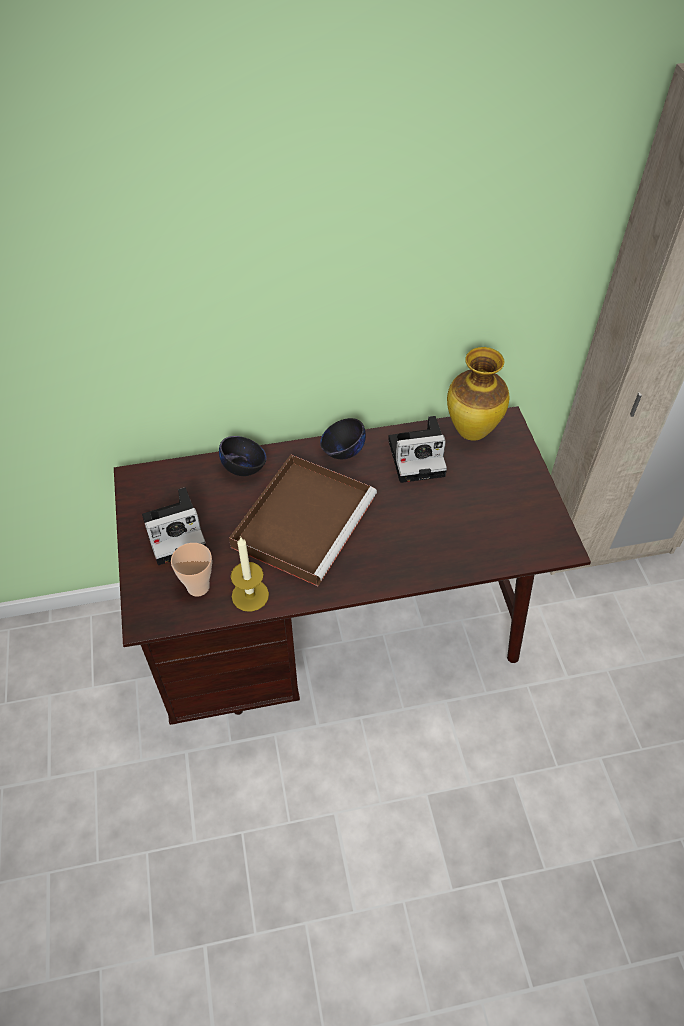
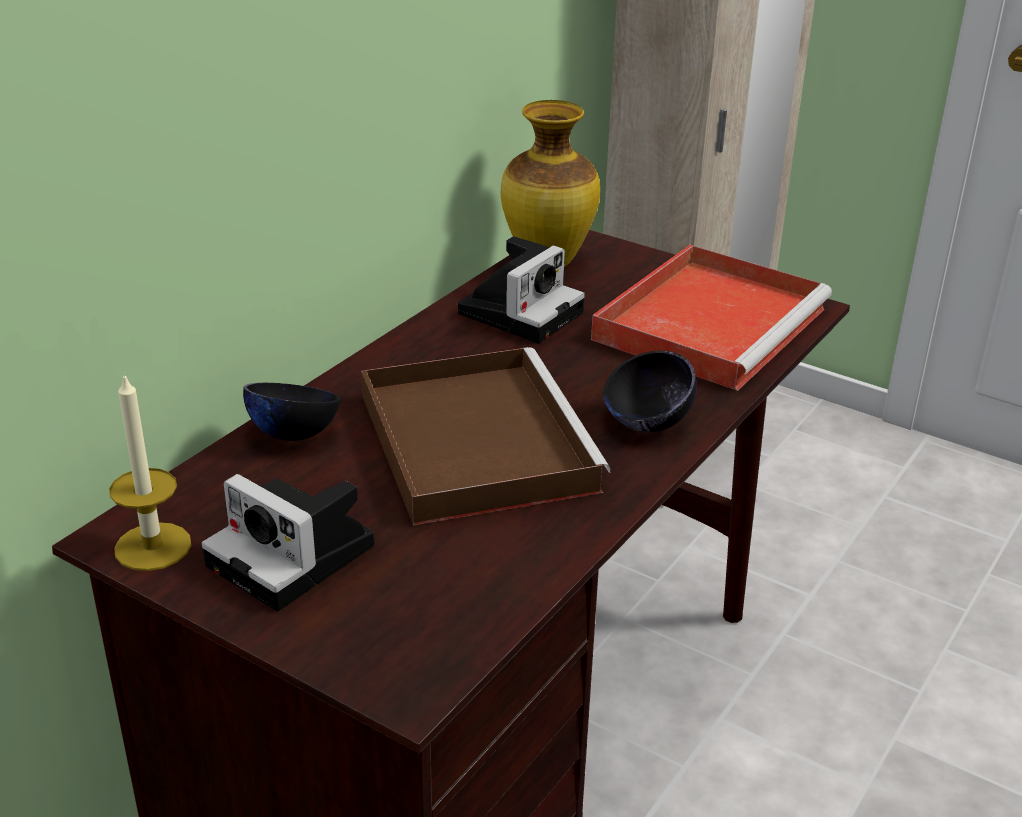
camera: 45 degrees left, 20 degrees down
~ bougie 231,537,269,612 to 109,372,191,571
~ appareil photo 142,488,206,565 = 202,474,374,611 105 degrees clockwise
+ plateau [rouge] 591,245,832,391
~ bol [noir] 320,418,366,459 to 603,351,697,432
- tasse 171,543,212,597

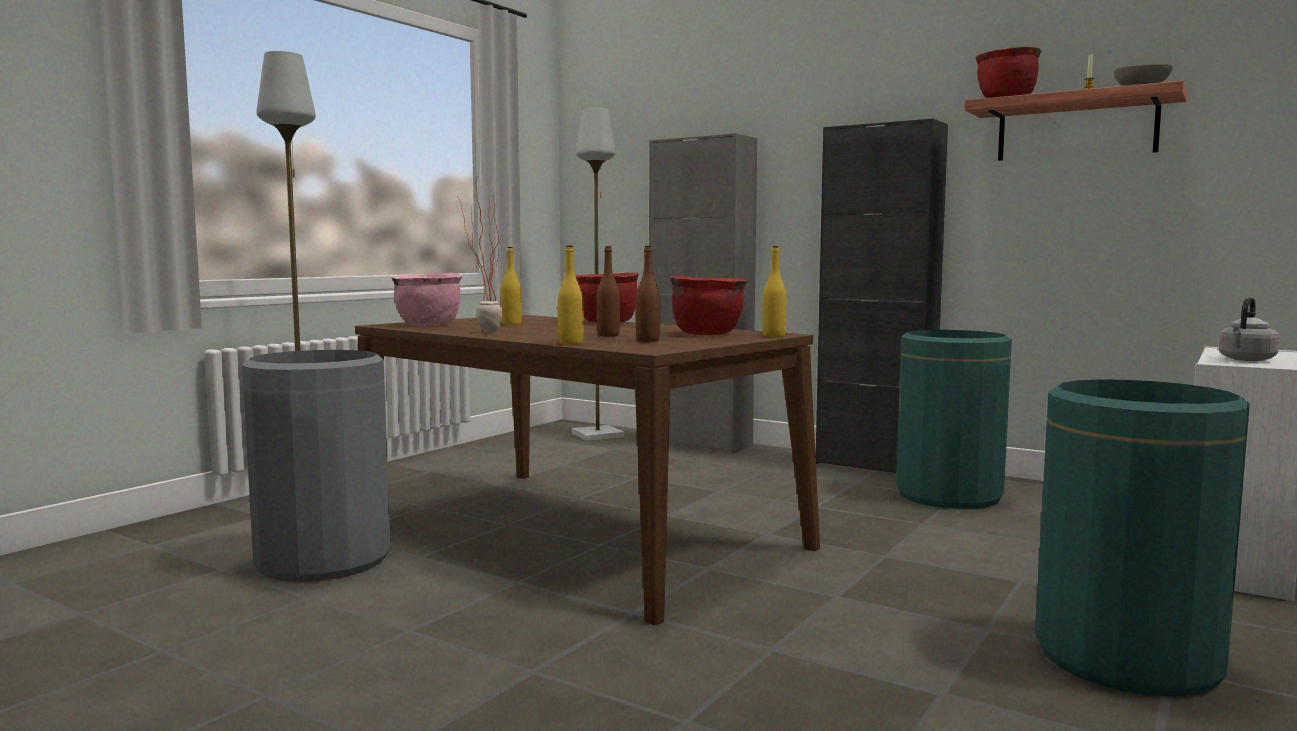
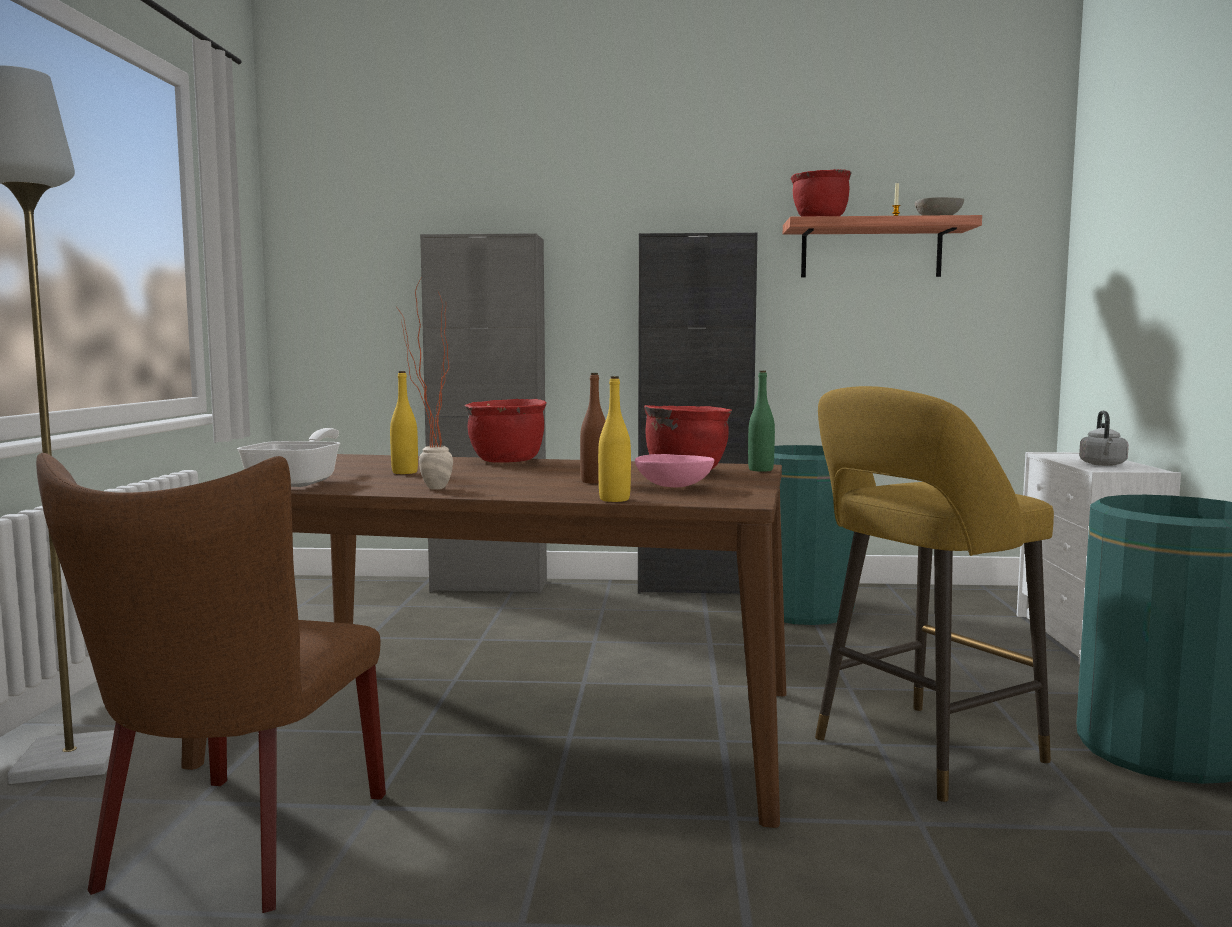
camera: 30 degrees left, 0 degrees up
~ poubelle [gris] 242,350,390,582 to chaise [marron] 36,453,386,913
~ marmite [rose] 391,273,462,326 to poêle 237,428,340,487
~ bouteille [marron] 636,246,661,342 to bol [rose] 635,454,715,487
~ bouteille [jaune] 762,246,786,337 to bouteille [vert] 748,371,775,472
+ tabouret [jaune] 815,386,1054,802
- lampadaire [gris] 572,108,624,441

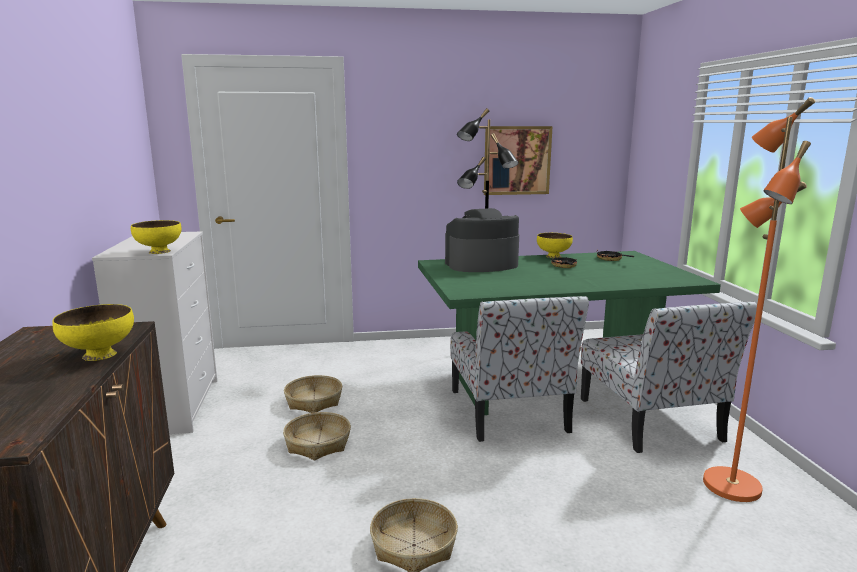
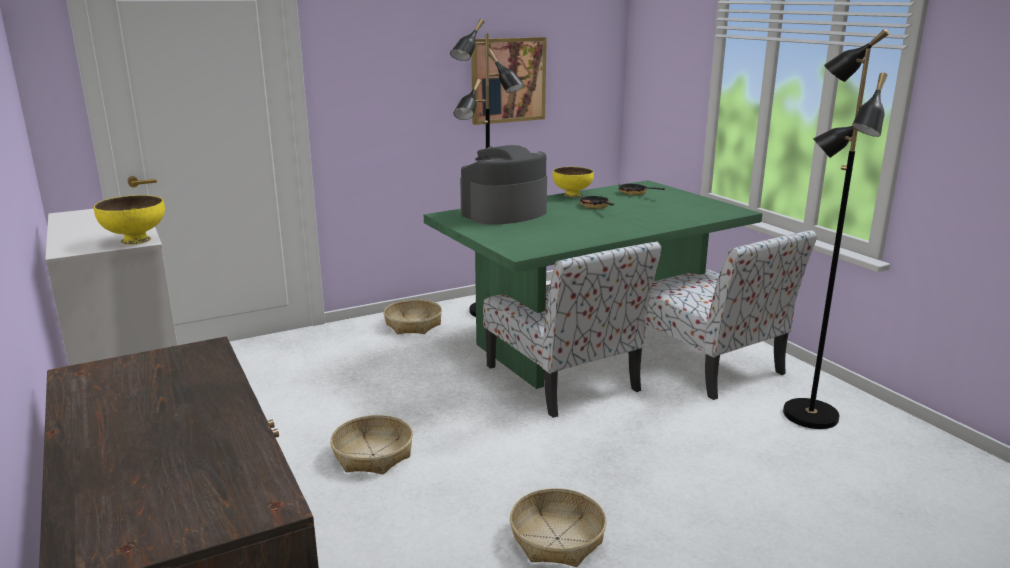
camera: 20 degrees left, 5 degrees up
~ panier 284,375,342,413 to 383,299,442,334
~ lampadaire [orange] 703,97,816,502 to lampadaire [noir] 783,29,889,429
- bol [jaune] 53,304,134,361

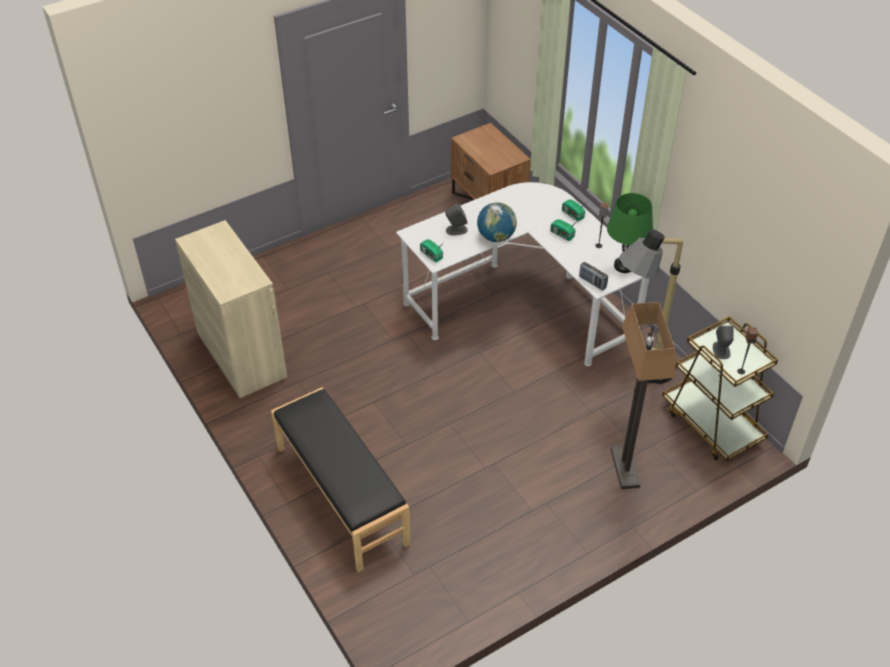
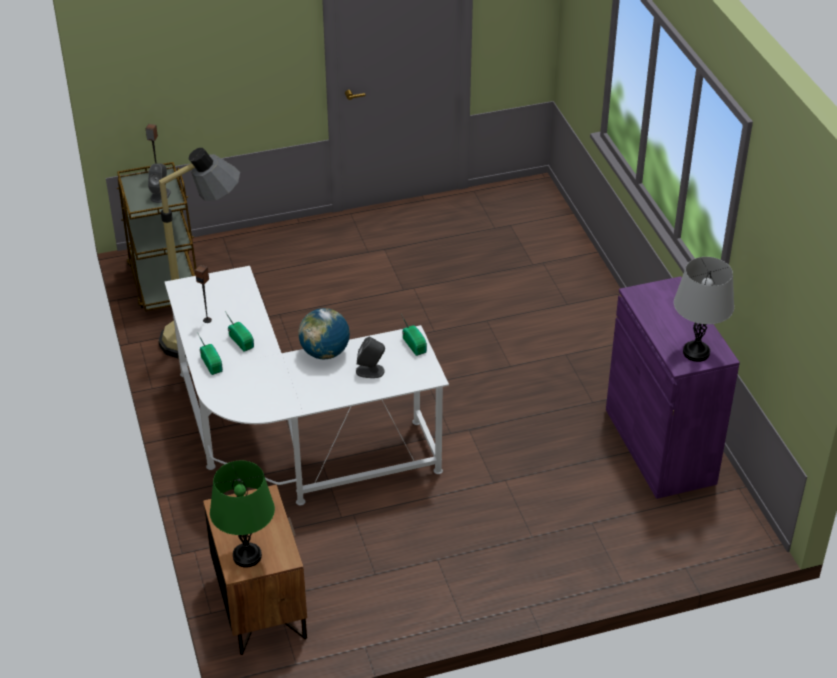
camera: 165 degrees left, 5 degrees down
~ lampe de table [vert] 607,193,653,273 to 210,461,275,568
~ meuble de rangement [beige] 175,220,287,398 to meuble de rangement [violet] 606,276,740,499
+ lampe de table [gris] 674,257,734,362
- banc [noir] 271,387,411,572
- radio 579,262,608,291
- lampadaire 611,302,675,489

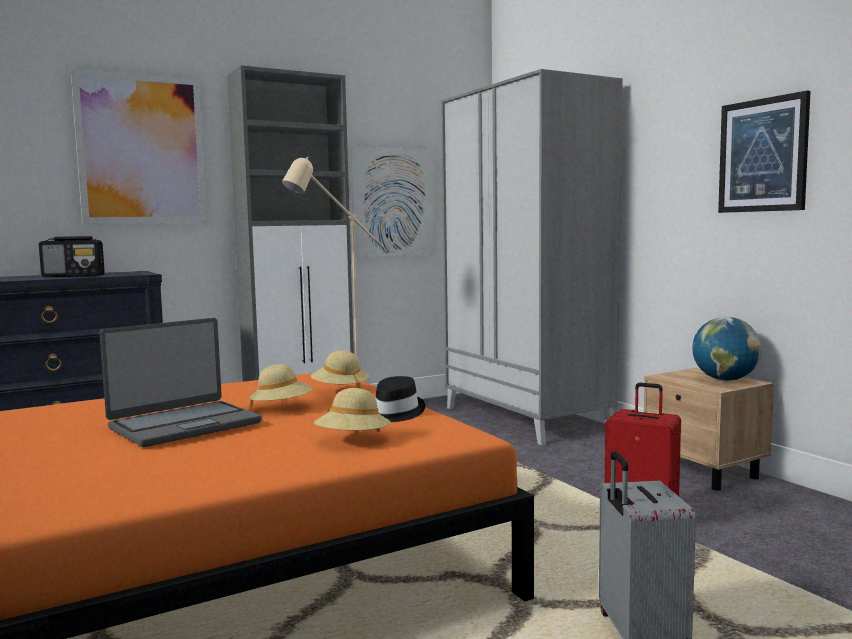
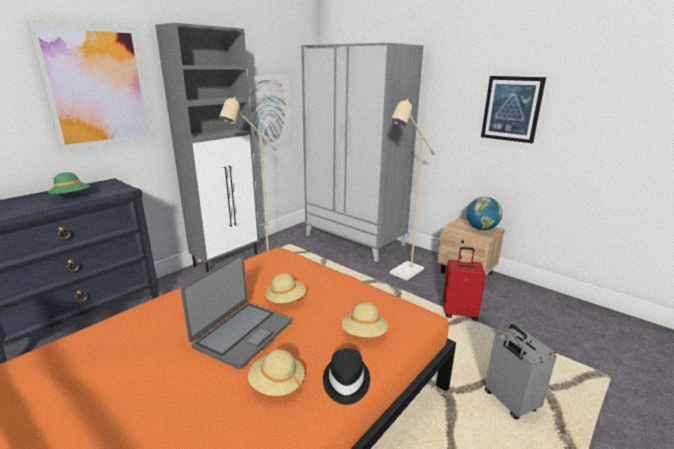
camera: 20 degrees left, 15 degrees up
~ radio 39,236,105,277 to chapeau [vert] 48,172,90,194
~ chapeau [beige] 311,351,370,389 to 248,349,305,396
~ chapeau [noir] 375,376,425,422 to 323,348,370,405
+ lampadaire [beige] 390,99,435,280

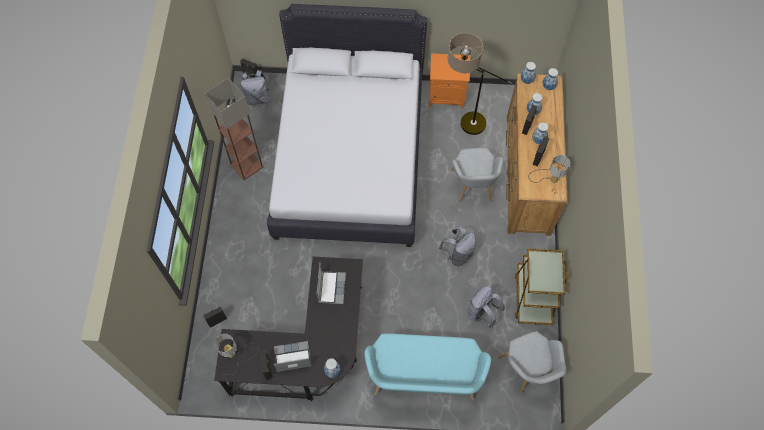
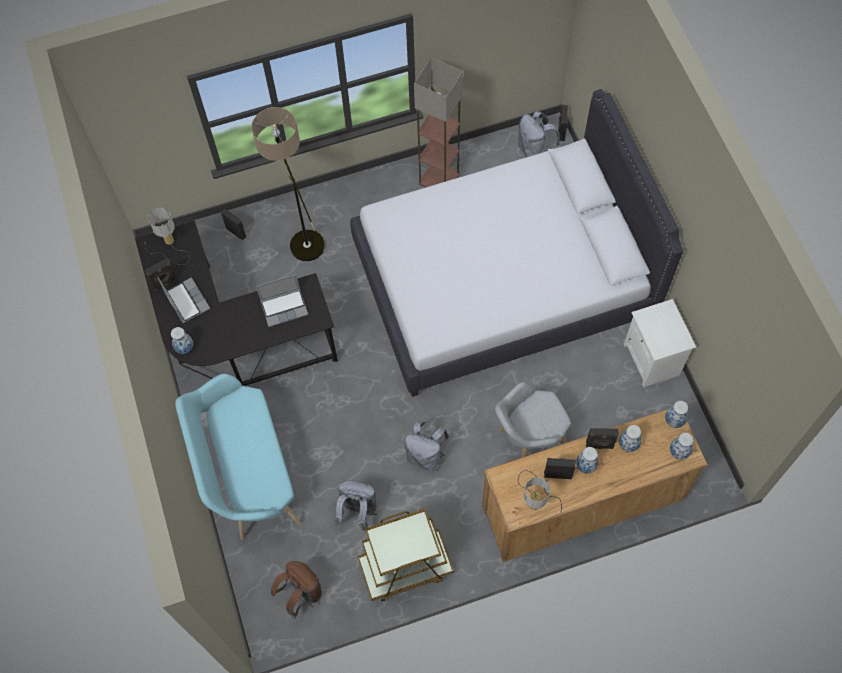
camera: 70 degrees right, 0 degrees up
~ lampadaire 447,33,513,135 to 251,107,325,261
~ fauteuil [gris] 498,331,566,394 to sac à dos [marron] 271,561,322,619
~ table de chevet [orange] 429,53,470,108 to table de chevet [blanc] 624,299,696,387

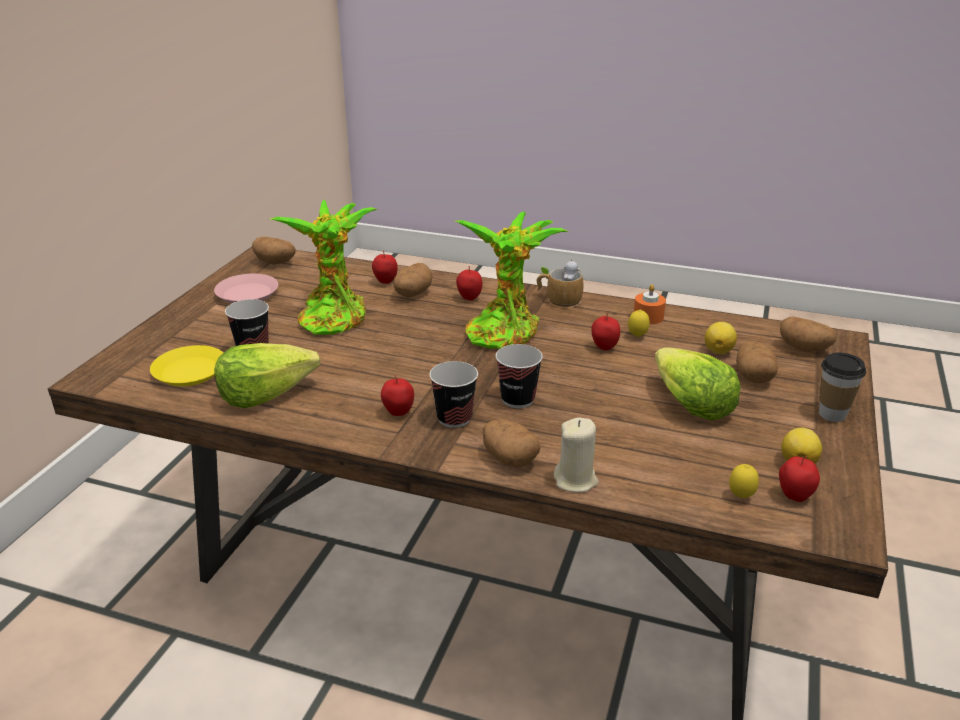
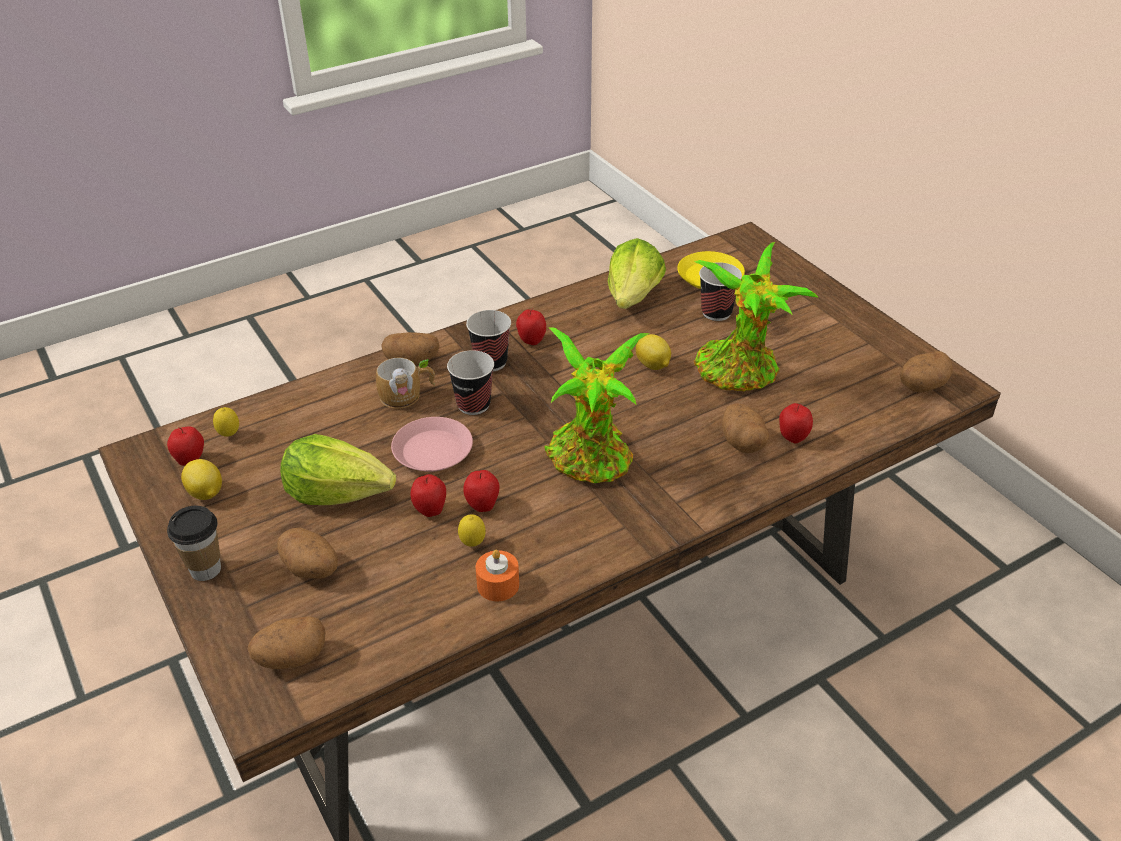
camera: 130 degrees right, 10 degrees up
~ mug 537,259,583,308 to 376,358,435,409
~ assiette [rose] 214,274,278,304 to 391,417,473,472
~ pomme 456,266,482,301 to 411,474,446,517
~ citron 705,322,737,354 to 636,334,671,370
- bougie [beige] 554,418,599,493

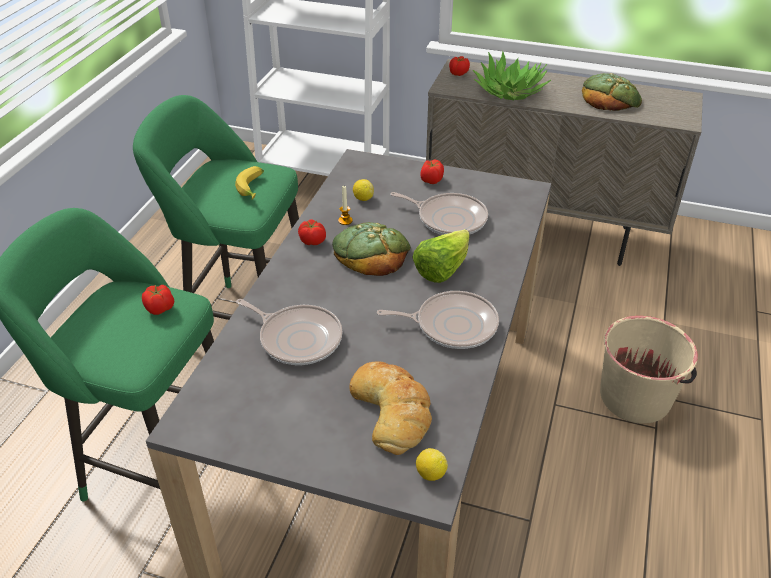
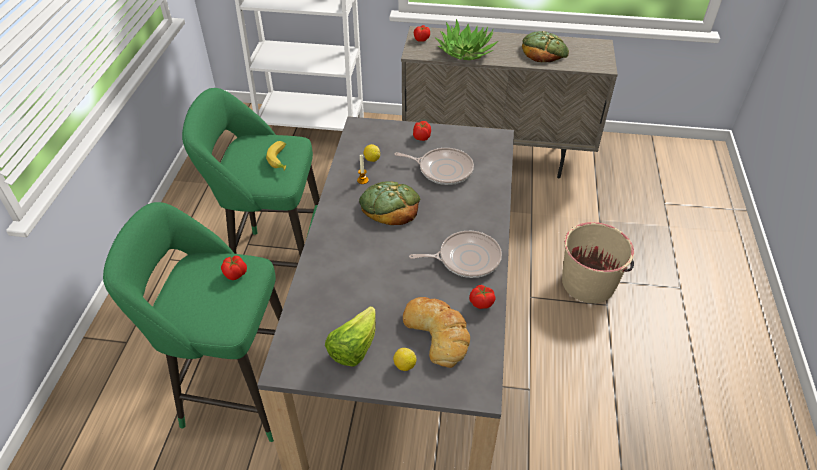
camera: 10 degrees left, 5 degrees up
~ laitue 412,229,469,283 to 325,306,376,367
~ citron 416,448,448,481 to 393,348,417,371
~ tomate 298,220,326,245 to 469,285,495,309
- poêle 236,299,343,365

